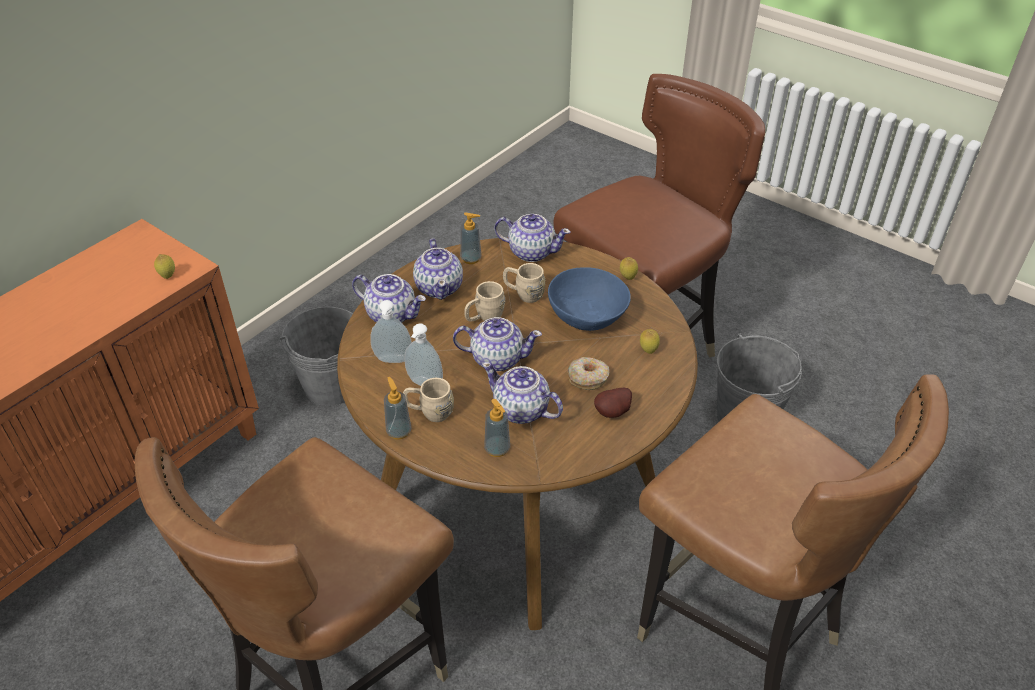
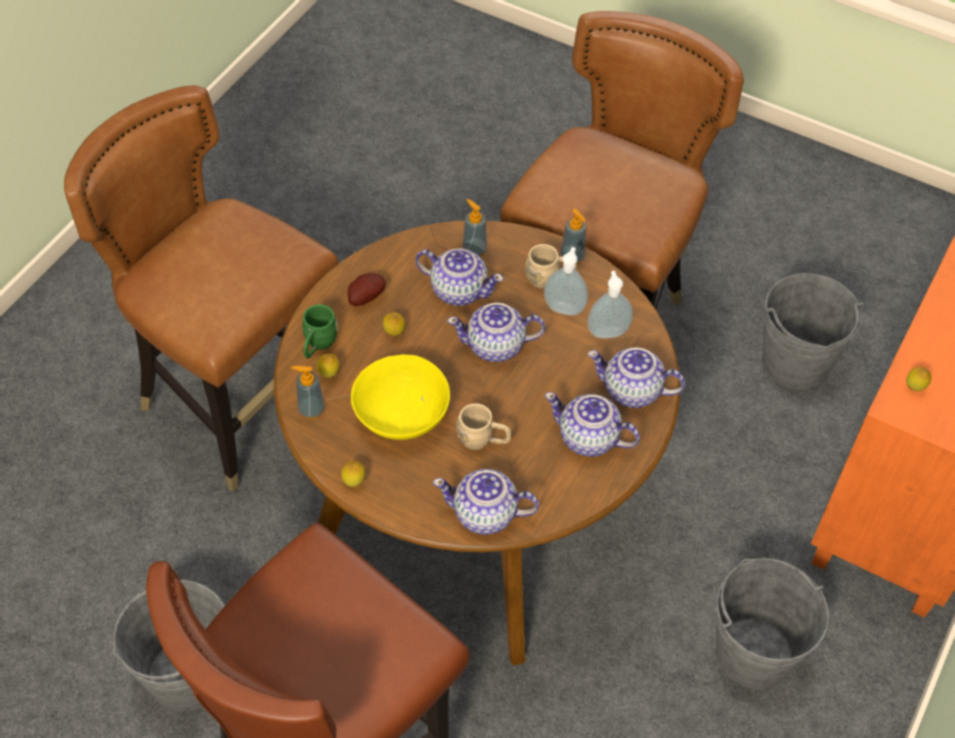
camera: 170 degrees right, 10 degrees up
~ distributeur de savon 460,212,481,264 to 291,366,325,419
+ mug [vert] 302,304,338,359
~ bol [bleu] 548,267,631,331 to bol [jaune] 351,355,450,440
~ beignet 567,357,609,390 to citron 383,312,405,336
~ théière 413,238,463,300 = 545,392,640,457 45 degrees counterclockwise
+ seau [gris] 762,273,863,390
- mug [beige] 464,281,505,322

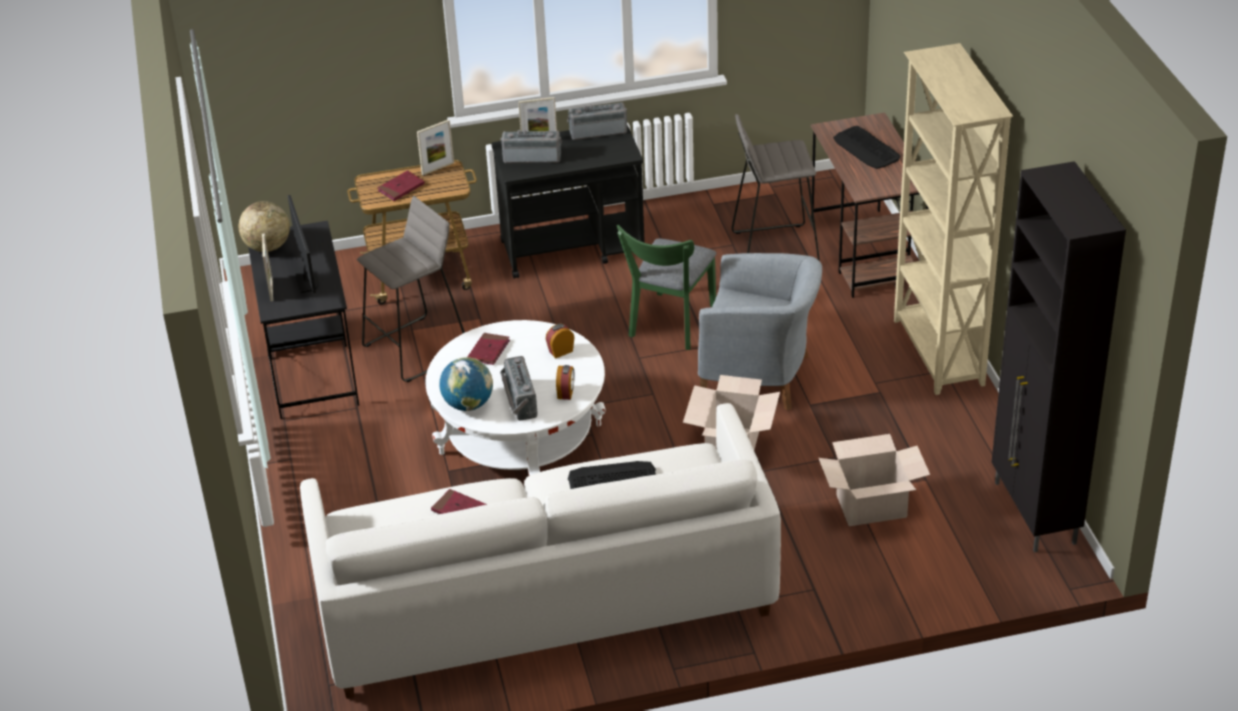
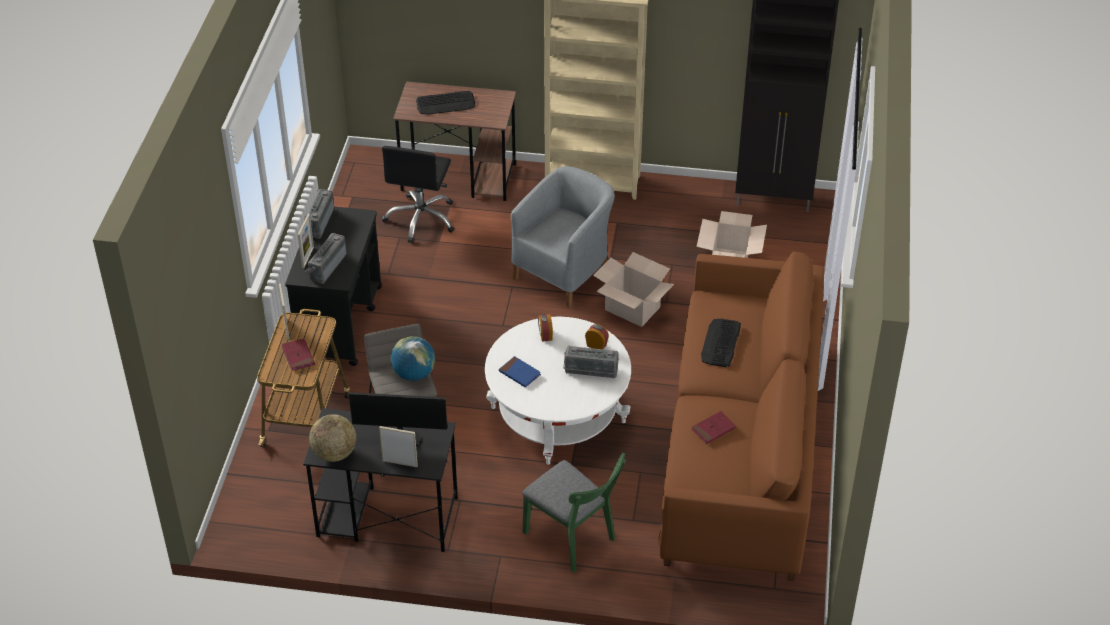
camera: 70 degrees left, 5 degrees up
~ tabouret [gris] 732,114,820,261 to chaise de bureau [noir] 382,146,455,243
~ globe 439,357,493,411 to 391,336,435,381
~ livre [rouge] 467,333,510,365 to livre [bleu] 499,356,541,388
~ chaise [vert] 617,224,716,350 to 522,453,626,573
~ canapé [blanc] 300,403,781,699 to canapé [marron] 658,251,824,581

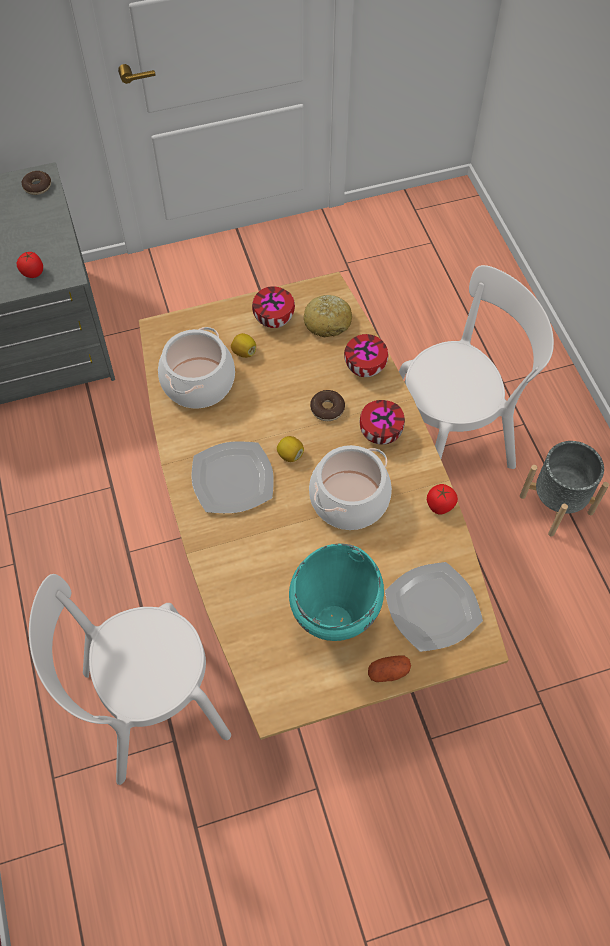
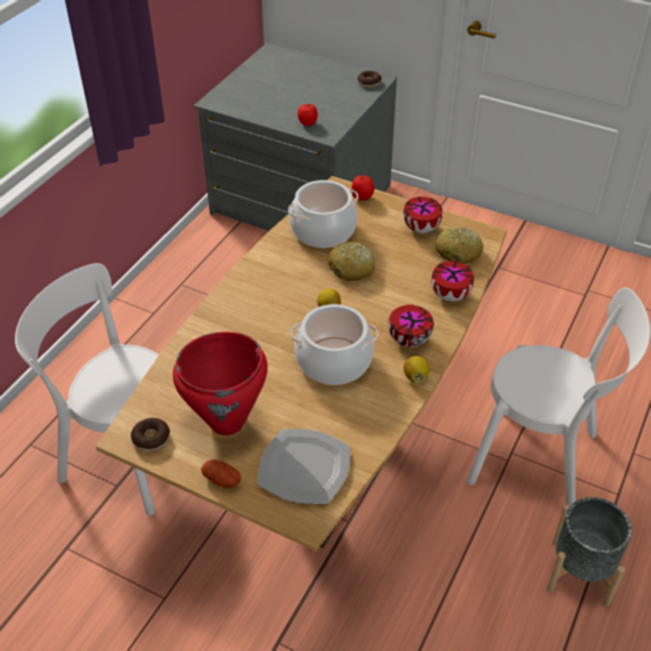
camera: 45 degrees right, 15 degrees down
~ beignet 310,390,345,421 to 131,418,170,451
~ marmite [turquoise] 289,544,384,641 to marmite [rouge] 173,332,268,435
+ pain 328,242,375,281
~ tomate 427,484,458,514 to 351,175,374,200
~ citron 231,333,256,358 to 403,356,430,383
- assiette 192,441,274,513

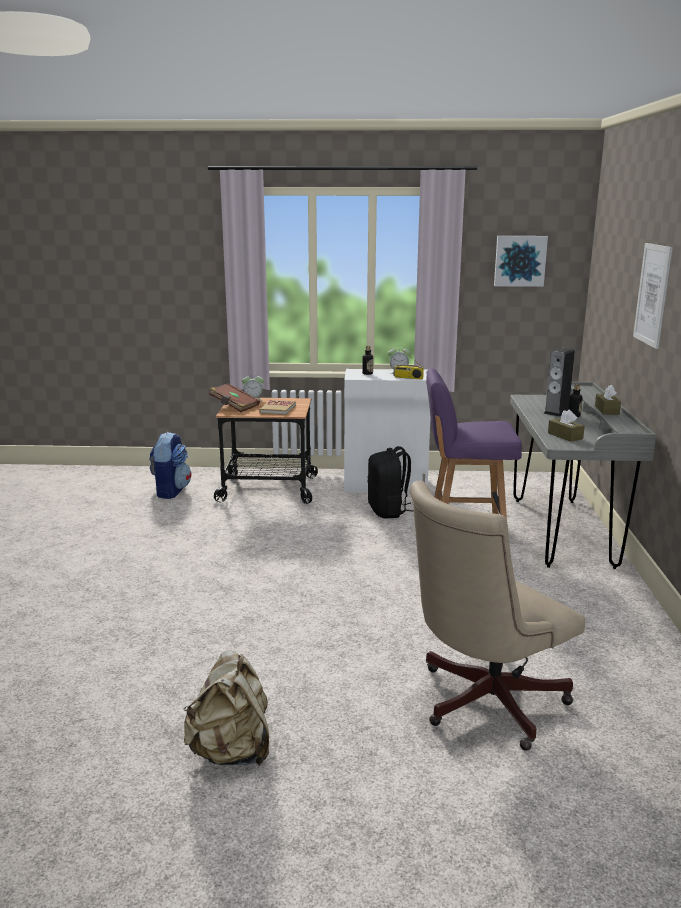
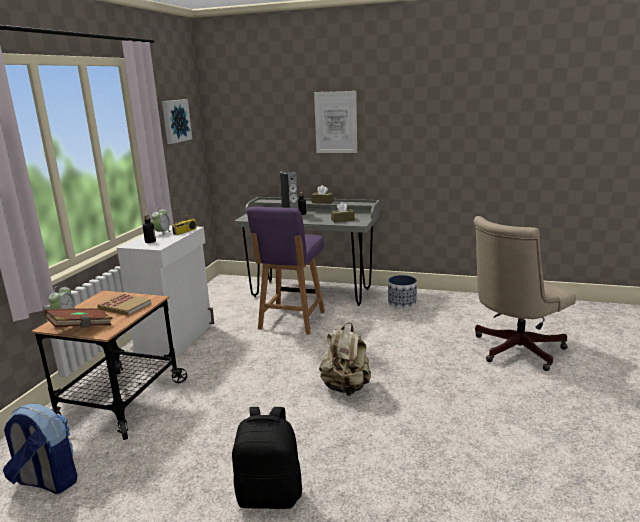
camera: 75 degrees left, 0 degrees up
~ sac à dos [noir] 367,446,414,519 to 232,407,302,509
~ sac à dos [beige] 183,651,269,766 to 319,322,371,396
+ cache-pot 388,275,417,309
~ chaise de bureau [beige] 409,481,585,751 = 473,216,576,371 75 degrees clockwise

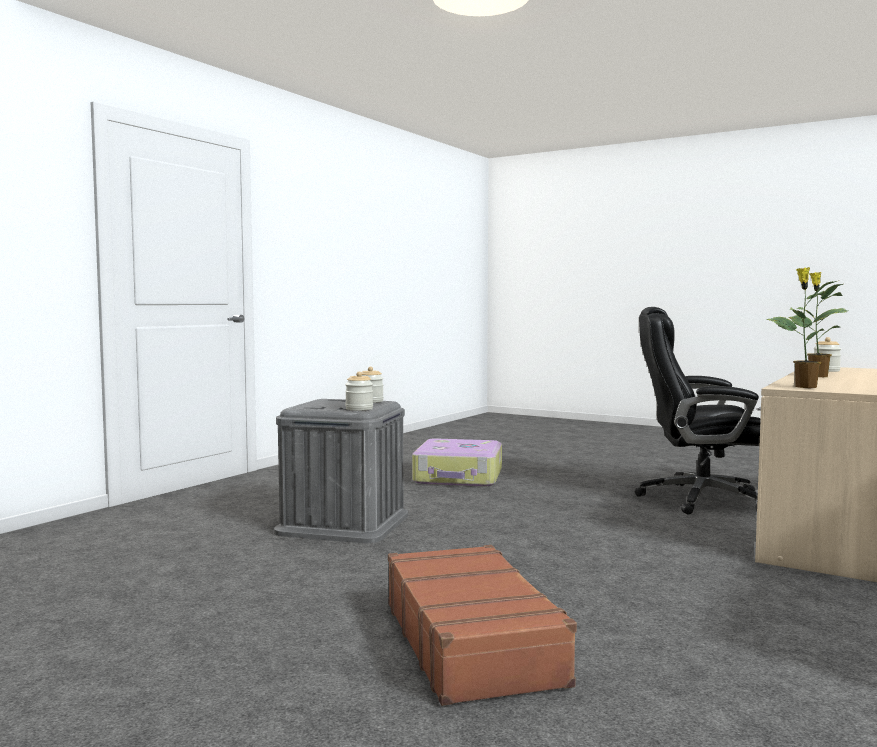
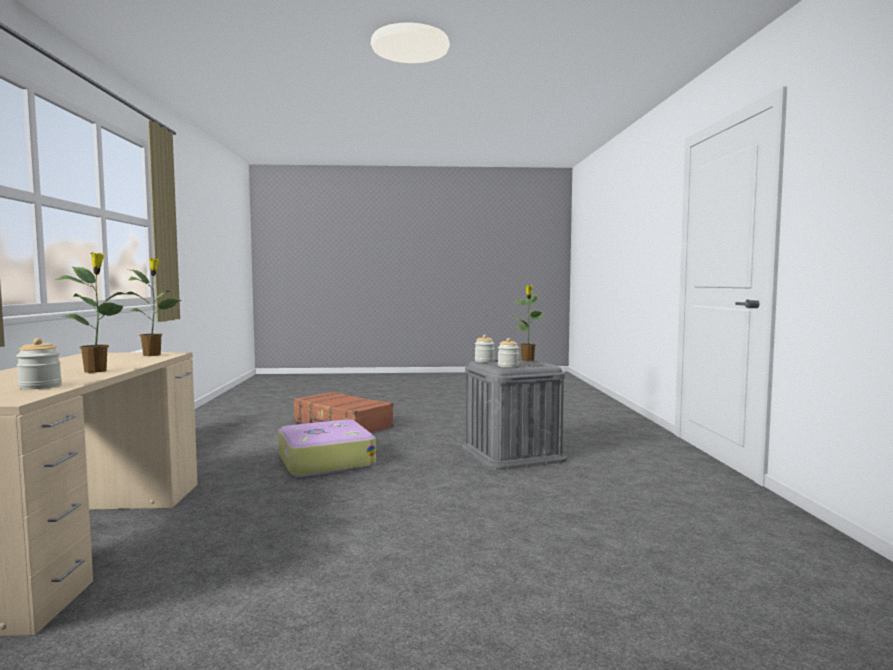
camera: 145 degrees right, 0 degrees up
~ valise 412,438,502,487 to 278,419,376,477
+ plante en pot 515,285,544,361
- chaise de bureau [noir] 635,307,761,515

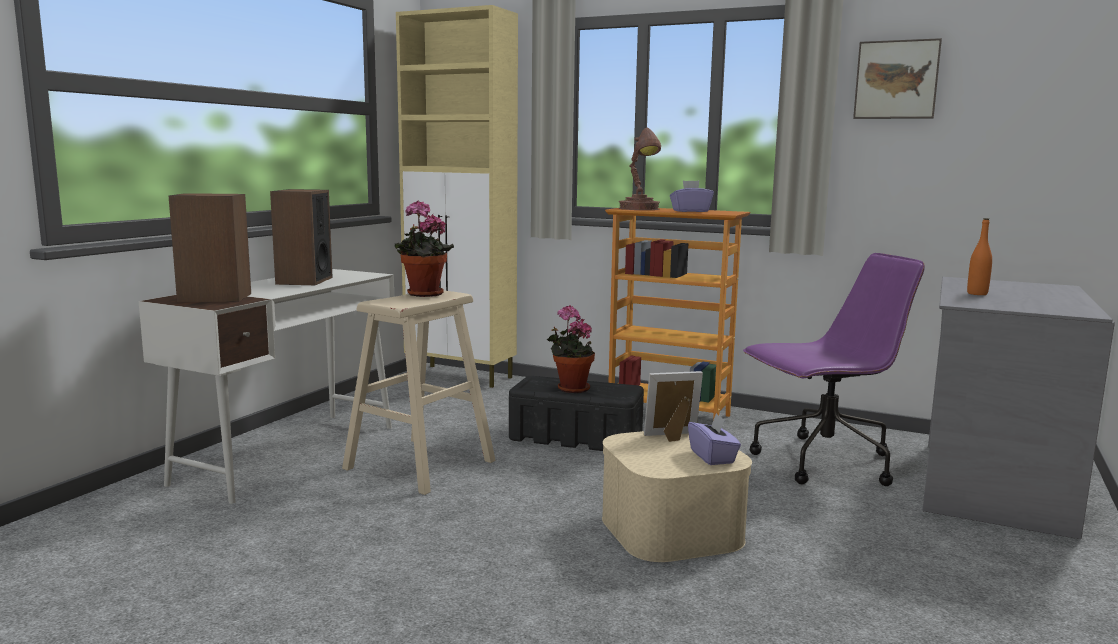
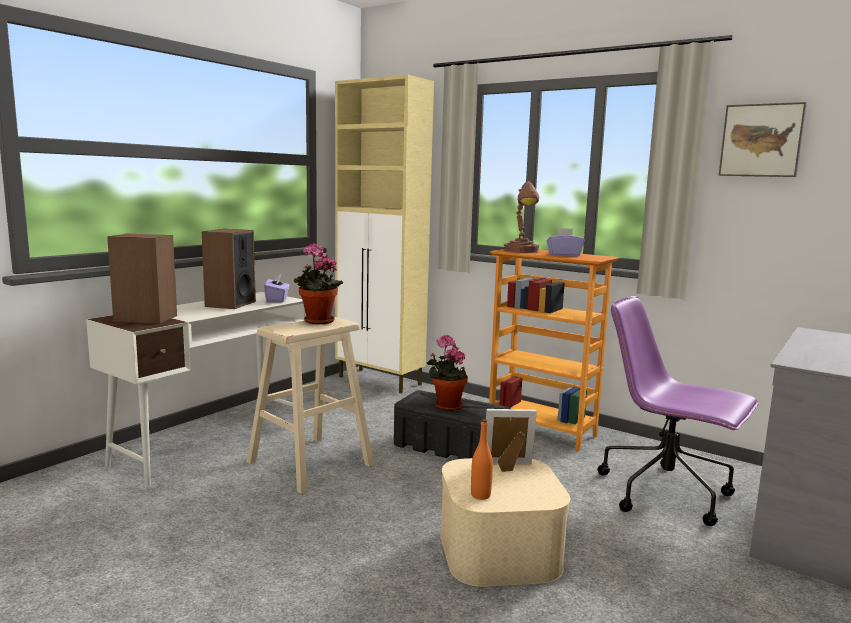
camera: 10 degrees right, 0 degrees up
~ boîte à mouchoirs [violet] 688,413,741,465 to 264,274,289,302
~ bouteille [orange] 967,218,992,295 to 471,419,493,500
~ chaise de bureau [violet] 743,253,925,486 = 598,296,759,526 135 degrees counterclockwise

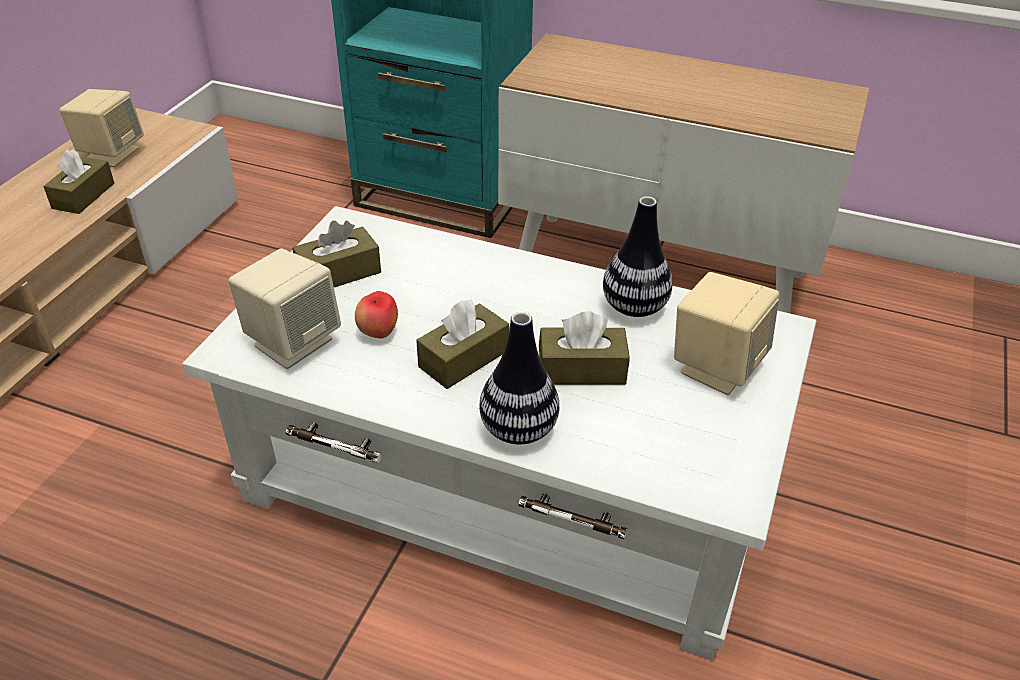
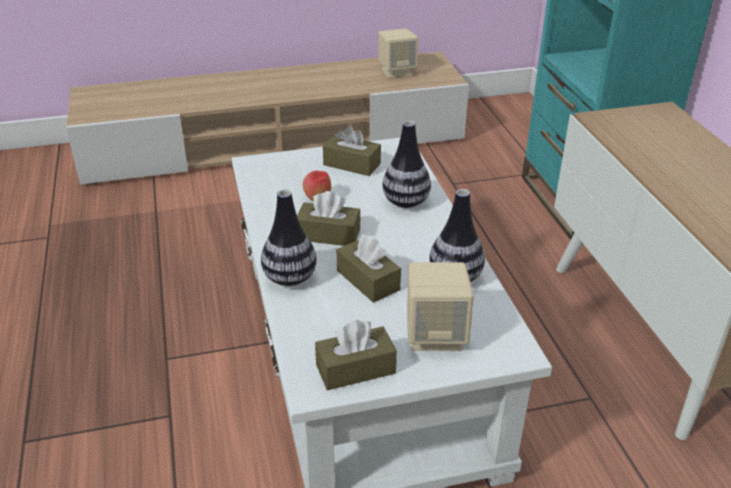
camera: 55 degrees right, 5 degrees down
~ boîte à mouchoirs [marron] 43,149,114,214 to 315,320,397,390
+ vase 382,121,431,208
- enceinte [beige] 229,248,341,369

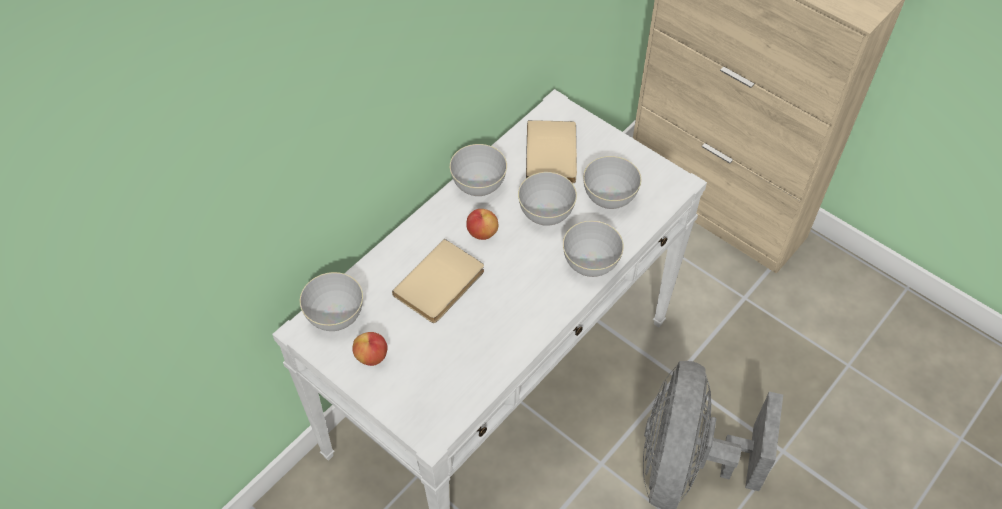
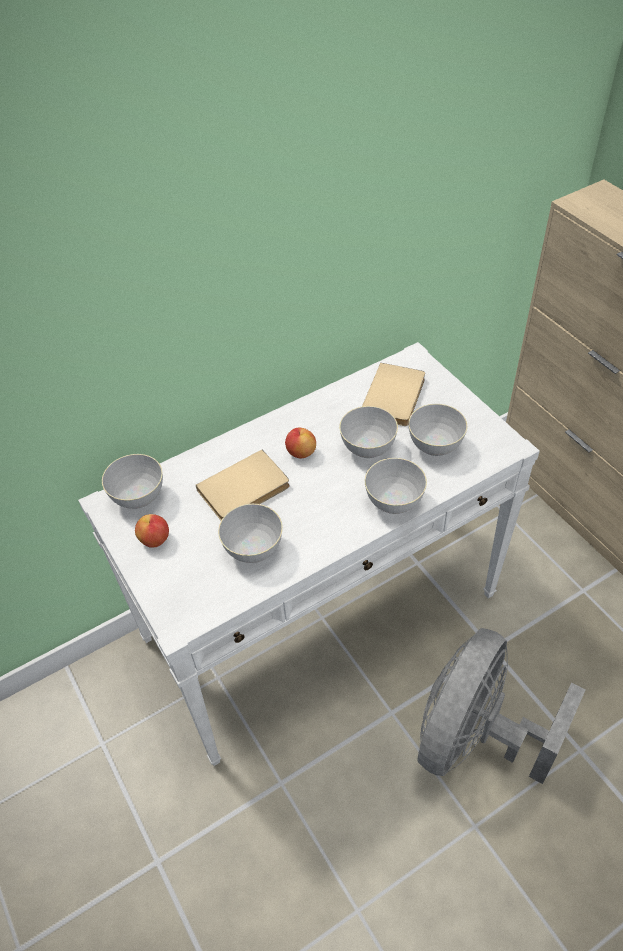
camera: 20 degrees right, 5 degrees down
~ bol [gris] 450,144,507,196 to 218,504,283,563

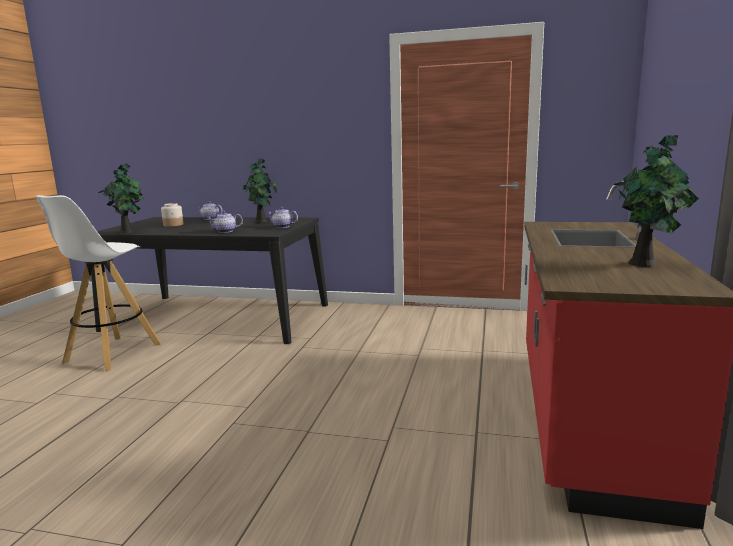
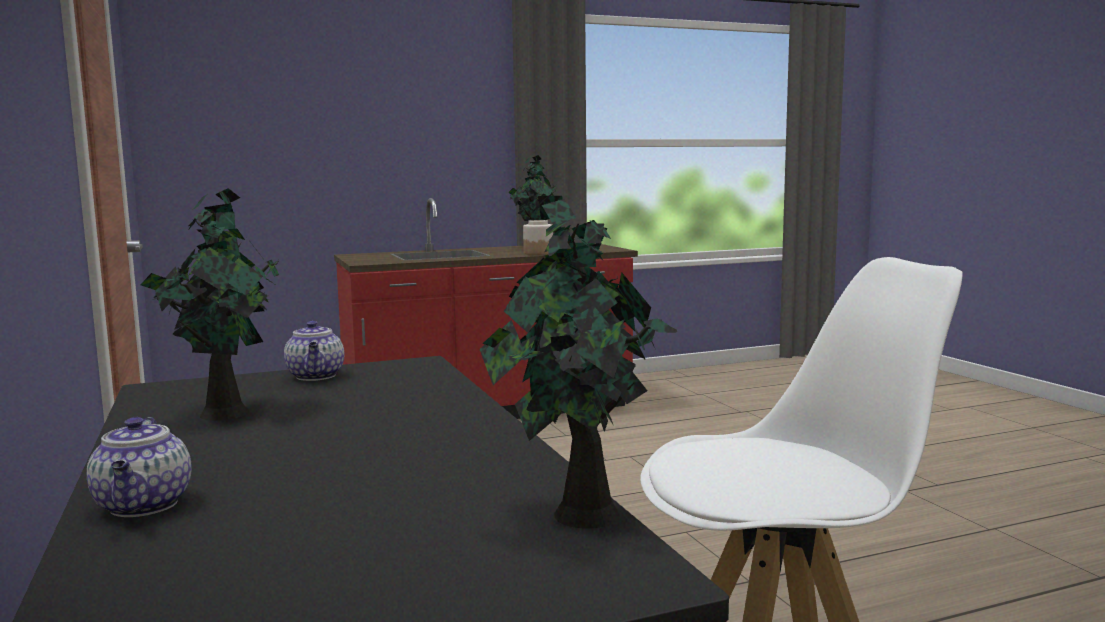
camera: 125 degrees left, 5 degrees down
~ bocal 161,203,184,227 to 523,220,553,255
- théière 206,211,243,233

